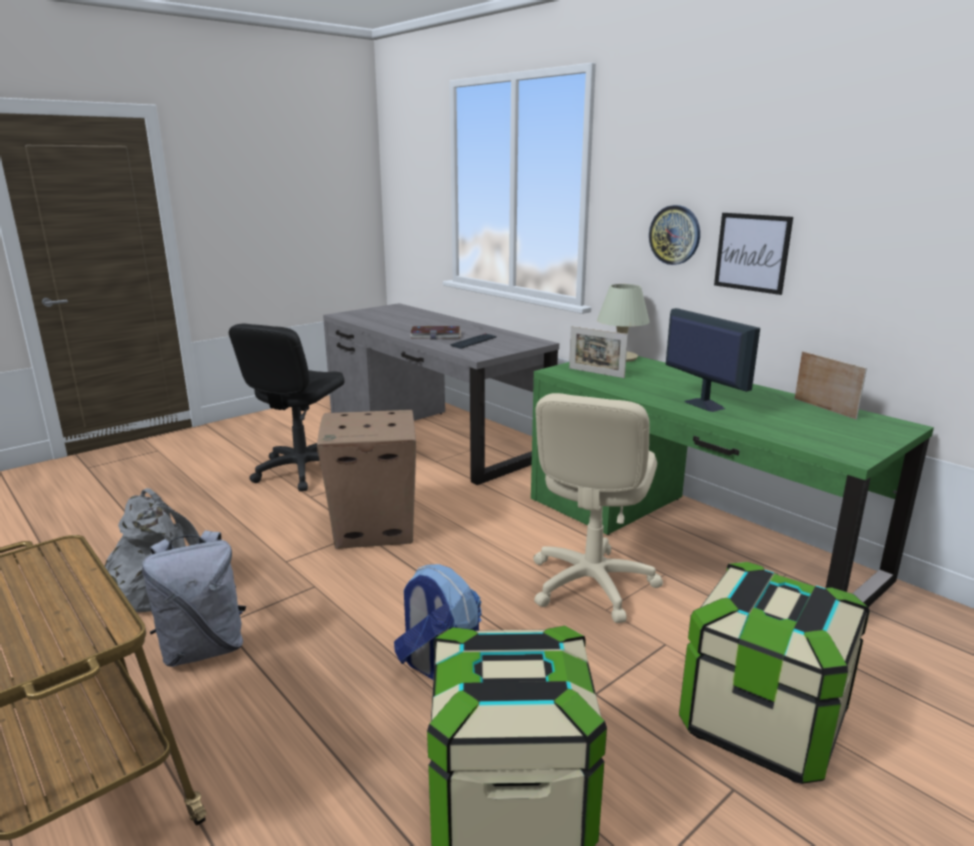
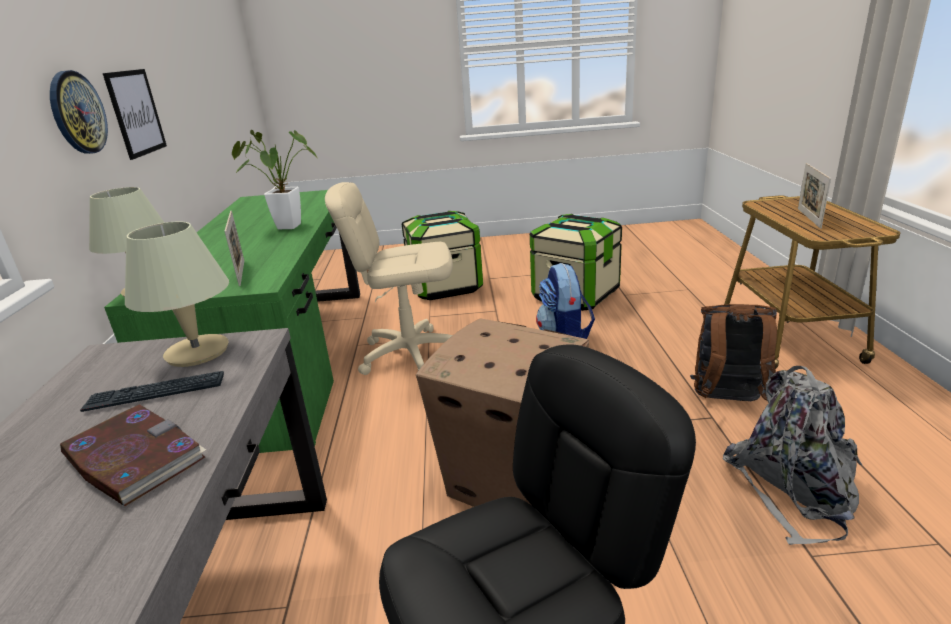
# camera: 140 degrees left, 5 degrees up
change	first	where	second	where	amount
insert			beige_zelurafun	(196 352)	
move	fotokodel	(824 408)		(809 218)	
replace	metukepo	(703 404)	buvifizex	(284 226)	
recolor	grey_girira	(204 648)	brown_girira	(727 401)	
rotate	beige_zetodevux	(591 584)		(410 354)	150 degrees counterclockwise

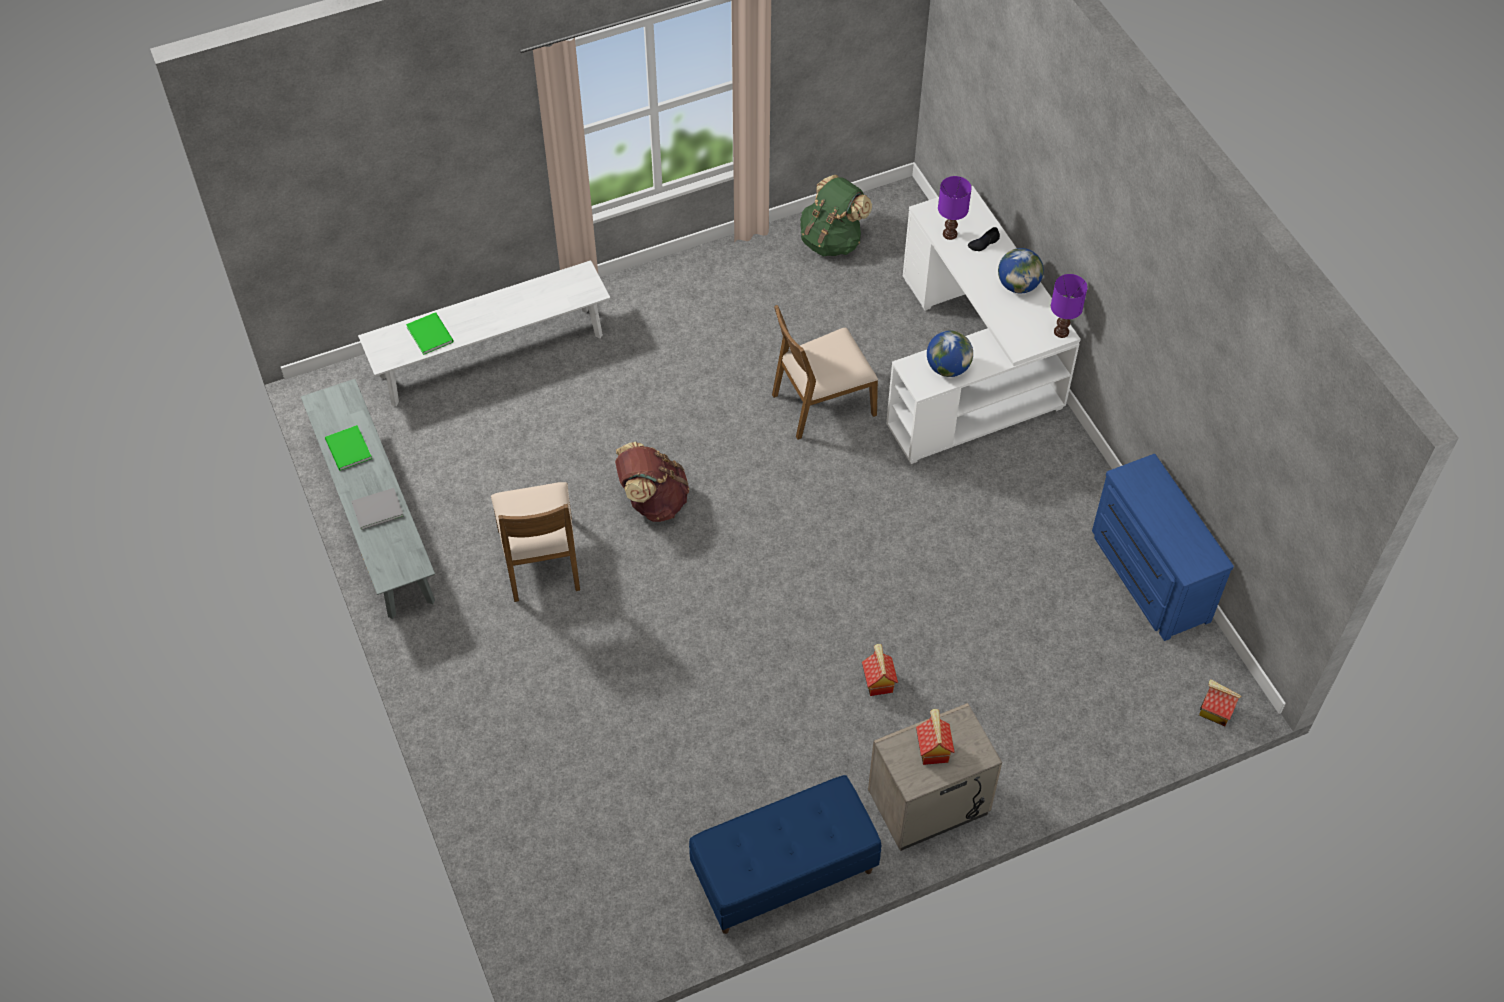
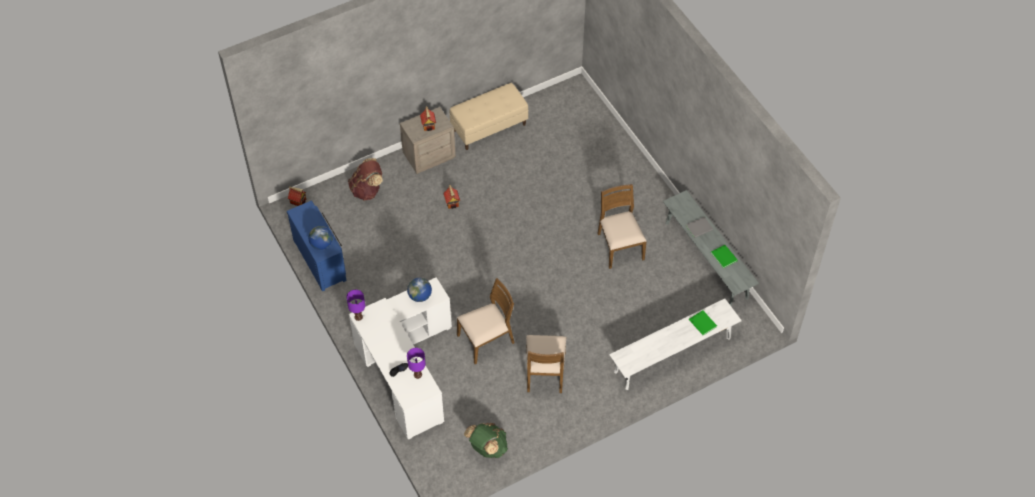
# camera: 175 degrees right, 0 degrees up
change	first	where	second	where	amount
insert			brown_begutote	(545 372)	
move	brown_girira	(653 501)		(367 190)	
move	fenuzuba	(1018 285)		(321 244)	
recolor	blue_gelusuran	(783 873)	beige_gelusuran	(489 127)	

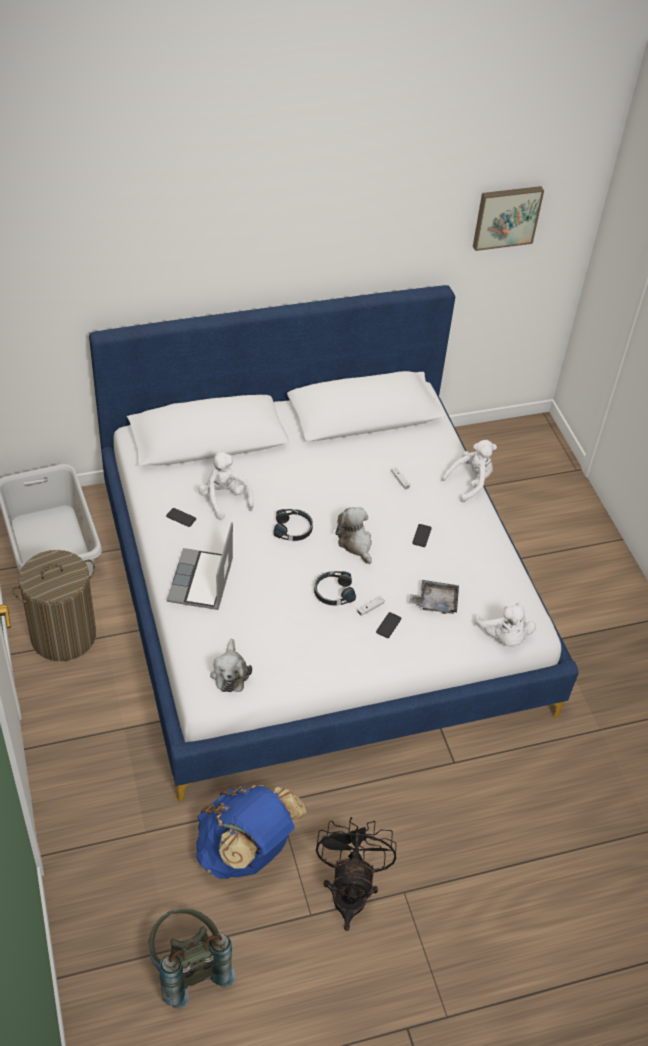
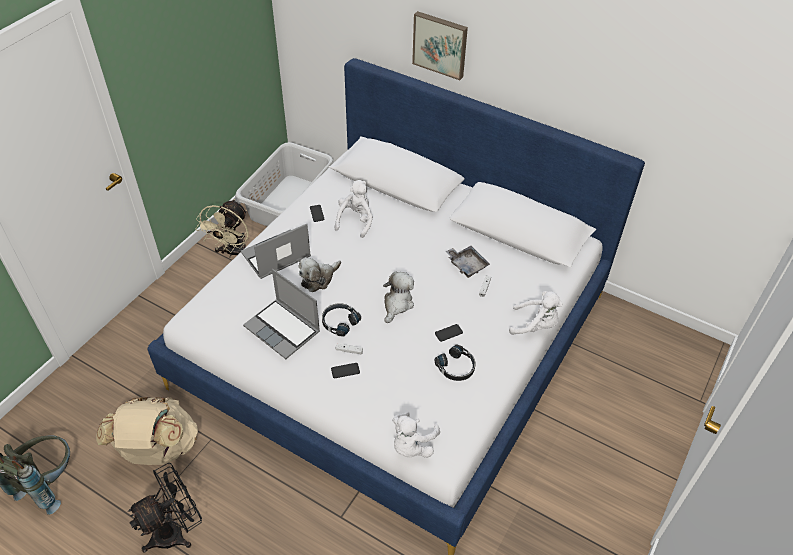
# camera: 50 degrees right, 0 degrees up
change	first	where	second	where	amount
insert			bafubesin	(283 329)	
move	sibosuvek	(230 673)		(318 279)	
move	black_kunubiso	(293 529)		(456 367)	
move	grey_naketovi	(435 602)		(467 265)	
move	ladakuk	(506 216)		(440 44)	
replace	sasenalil	(63 635)	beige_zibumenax	(232 253)	
recolor	blue_girira	(246 851)	beige_girira	(158 449)	

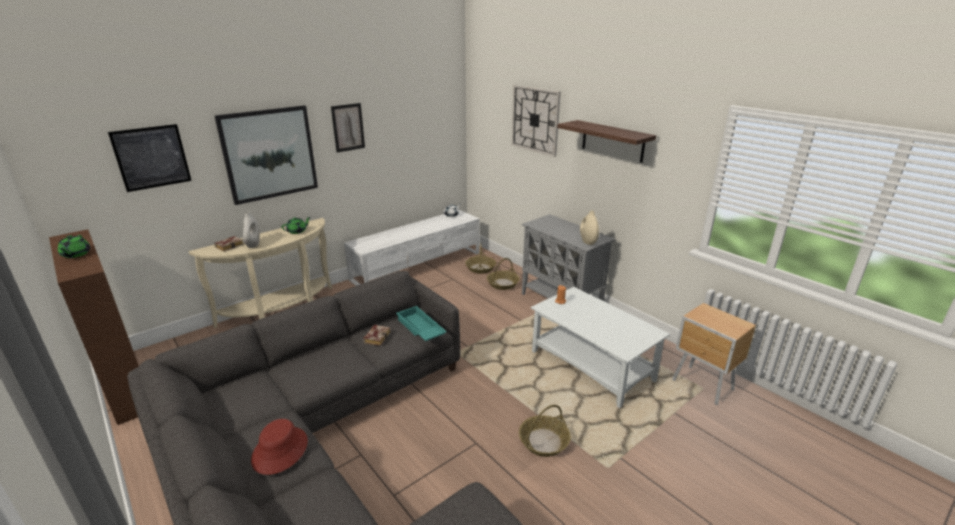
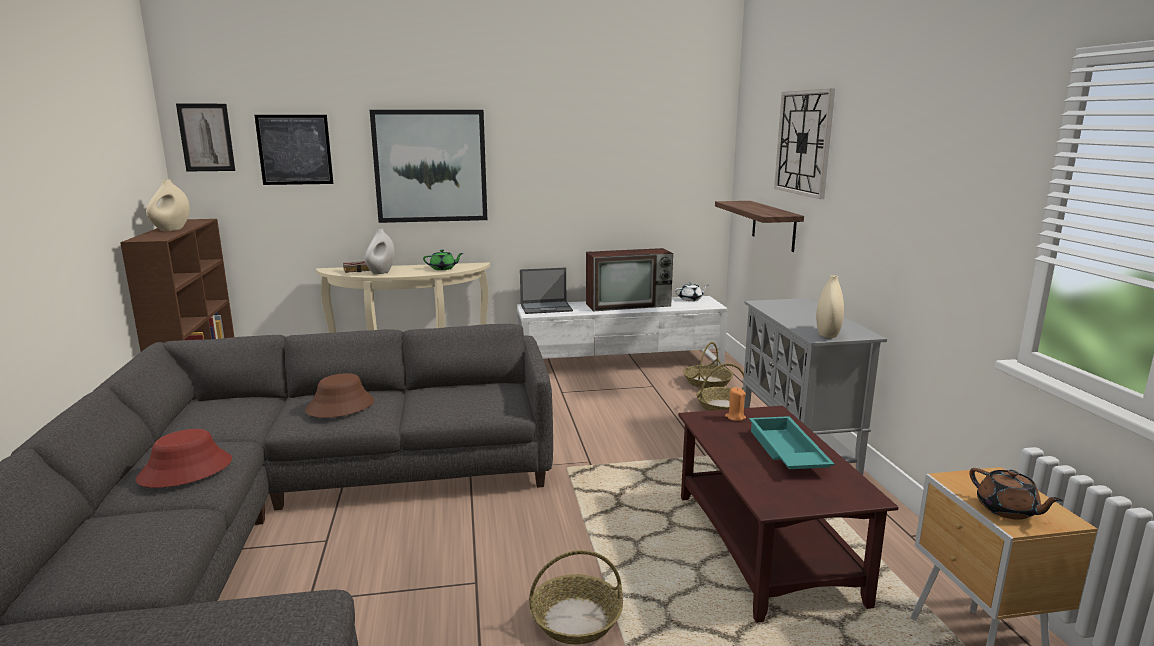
# camera: 30 degrees right, 10 degrees down
change	first	where	second	where	amount
delete	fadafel	(377 337)			
insert			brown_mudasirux	(340 406)	
insert			bafubesin	(546 307)	
insert			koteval	(629 305)	
insert			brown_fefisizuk	(1007 510)	
move	ladakuk	(348 127)		(206 137)	
move	turquoise_naketovi	(419 328)		(785 452)	
move	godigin	(612 141)		(773 225)	
replace	green_fefisizuk	(75 254)	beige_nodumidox	(171 229)	
recolor	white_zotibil	(590 366)	brown_zotibil	(763 546)	

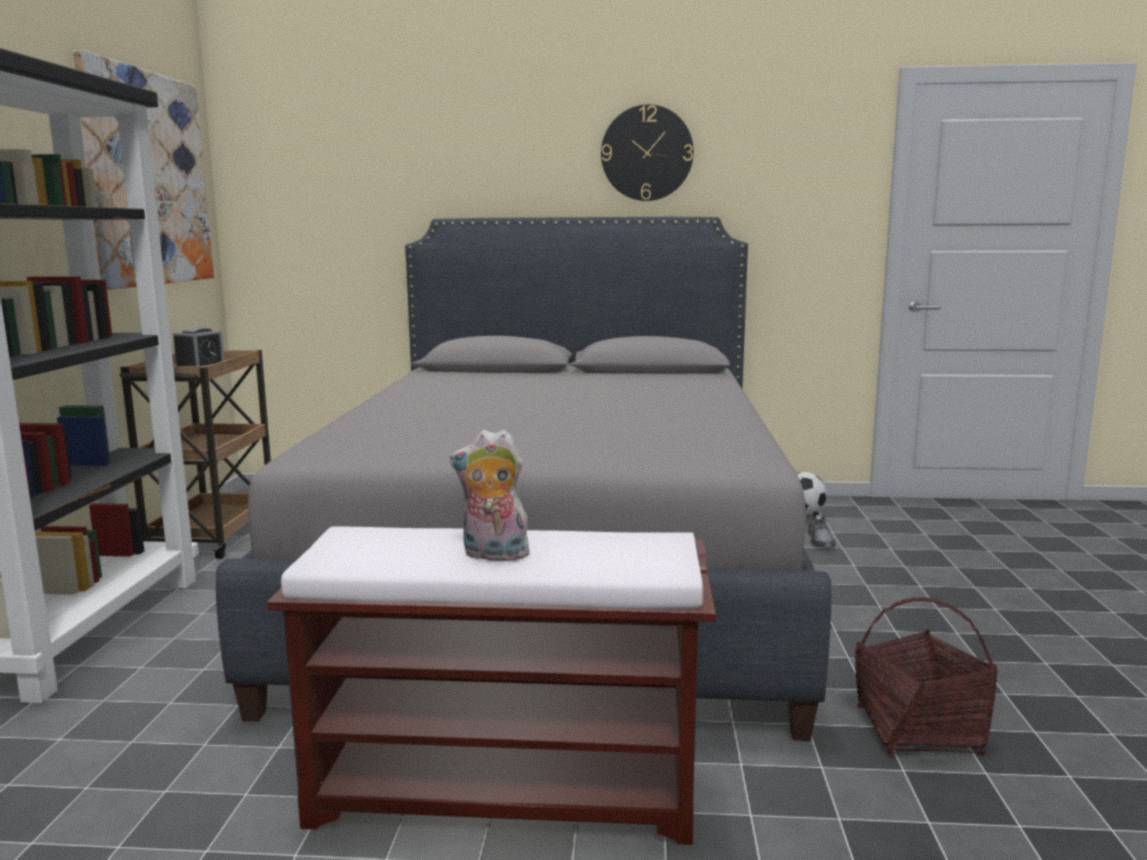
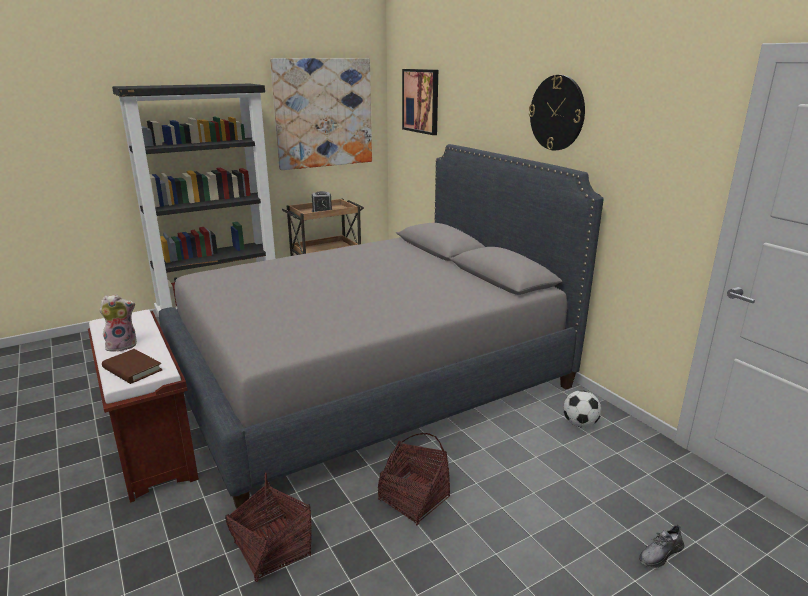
# camera: 55 degrees right, 10 degrees up
change	first	where	second	where	amount
insert			brown_fadafel	(132 369)	
insert			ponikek	(413 499)	
insert			ladakuk	(421 101)	
move	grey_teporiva	(819 541)		(660 554)	
rotate	sibosuvek	(493 555)		(123 345)	90 degrees clockwise

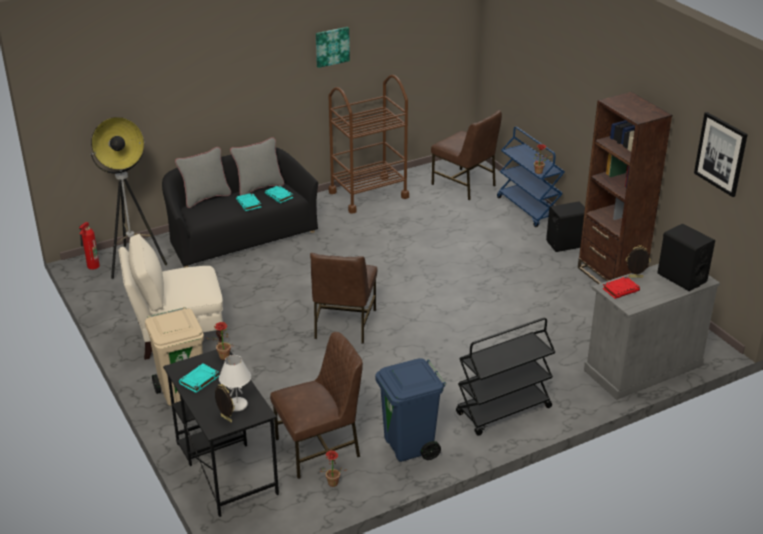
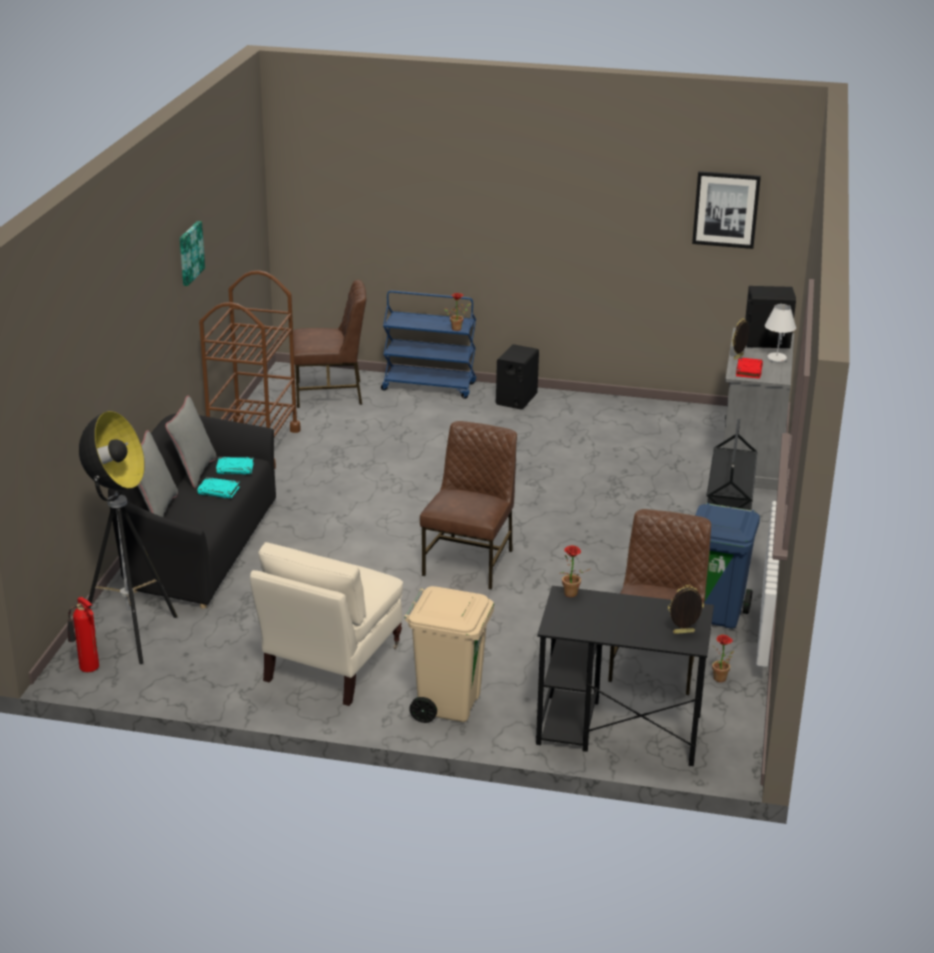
# camera: 50 degrees left, 5 degrees down
change	first	where	second	where	amount
delete	turquoise_fadafel	(199 380)			
delete	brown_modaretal	(610 276)			
move	white_zelurafun	(237 405)		(776 358)	
rotate	brown_begutote	(343 324)		(470 562)	120 degrees counterclockwise

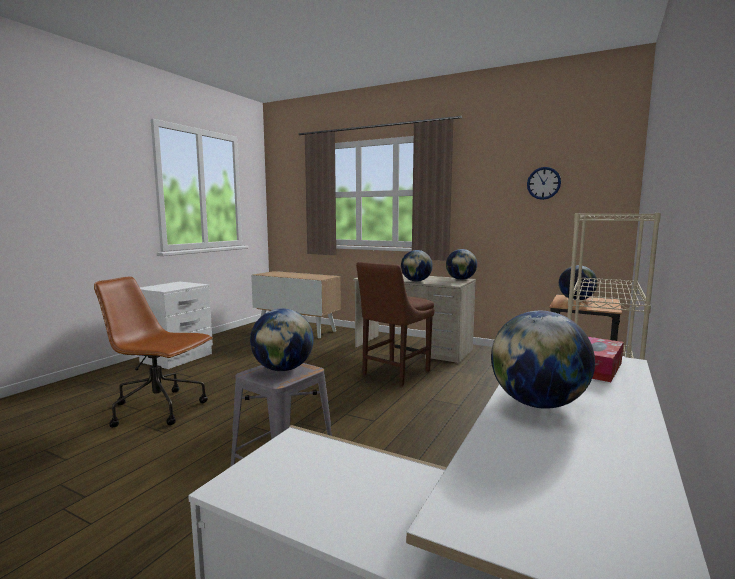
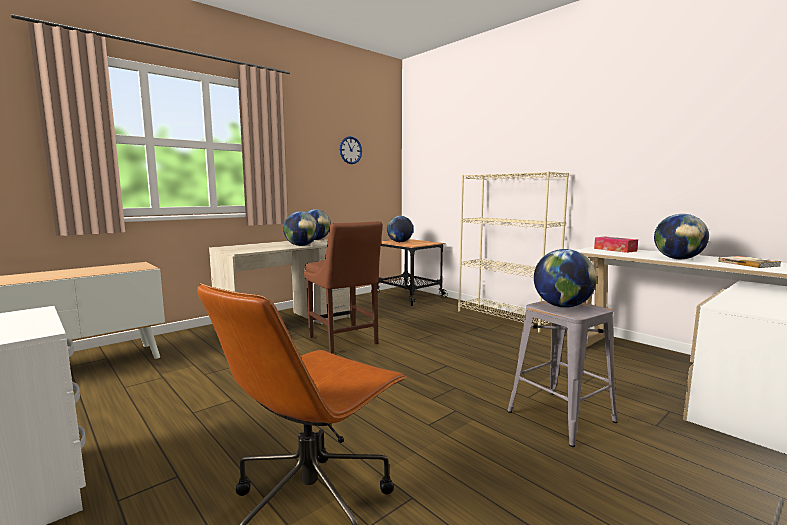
# camera: 70 degrees left, 0 degrees up
change	first	where	second	where	amount
insert			fadafel	(748 263)	

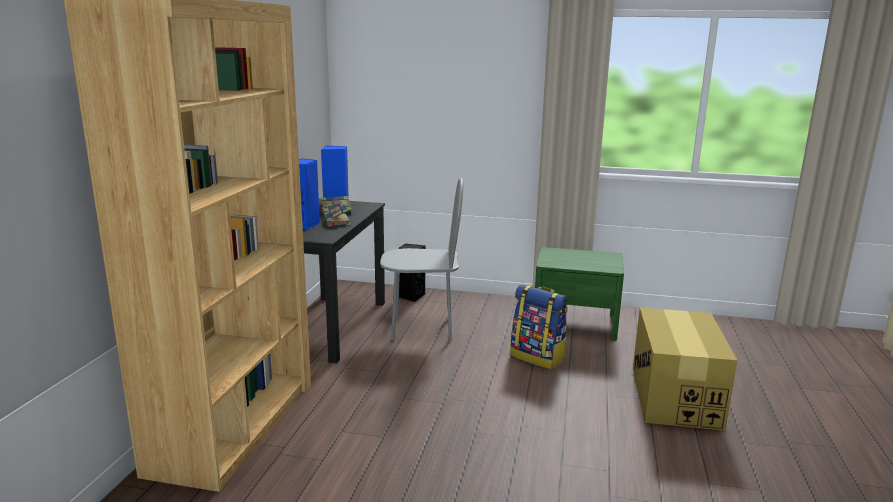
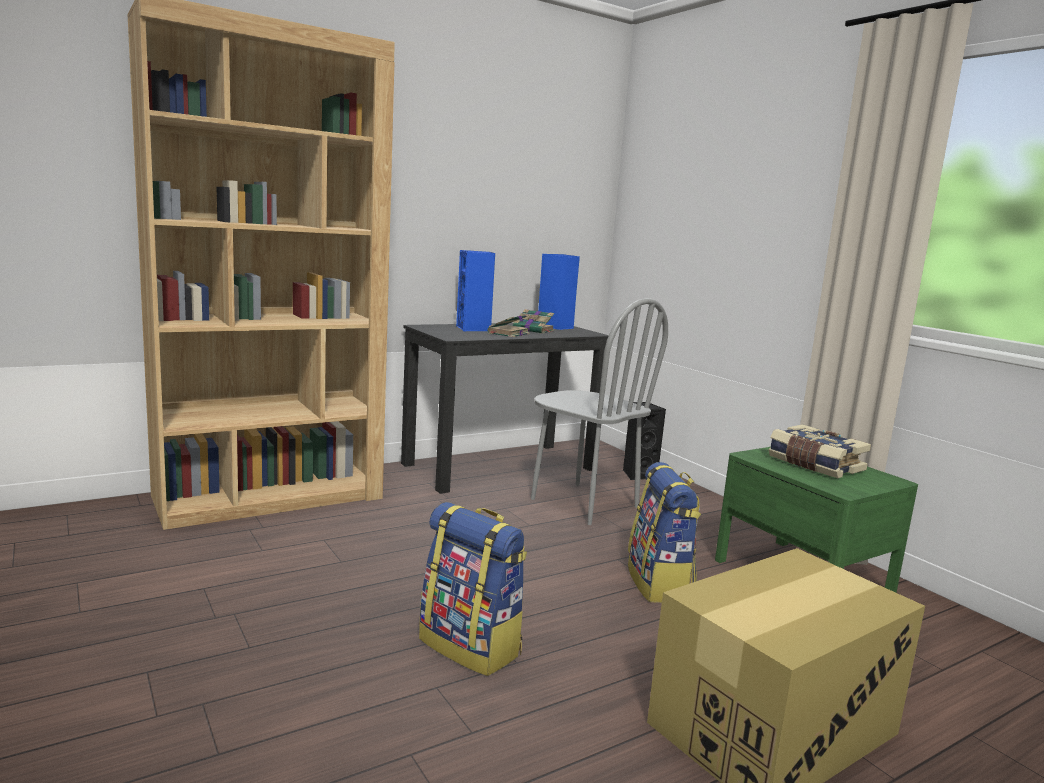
# camera: 45 degrees right, 5 degrees down
change	first	where	second	where	amount
insert			girira	(472 646)	
insert			fadafel	(814 465)	

